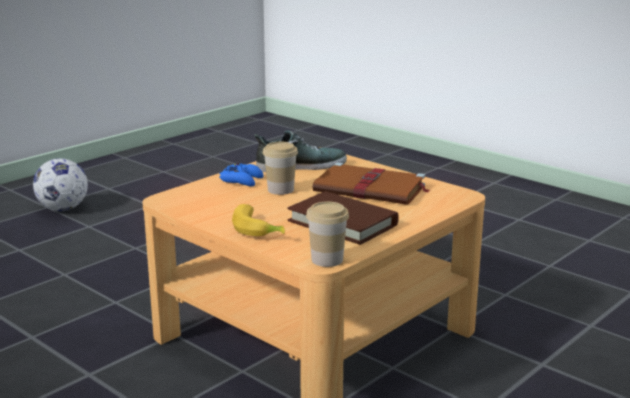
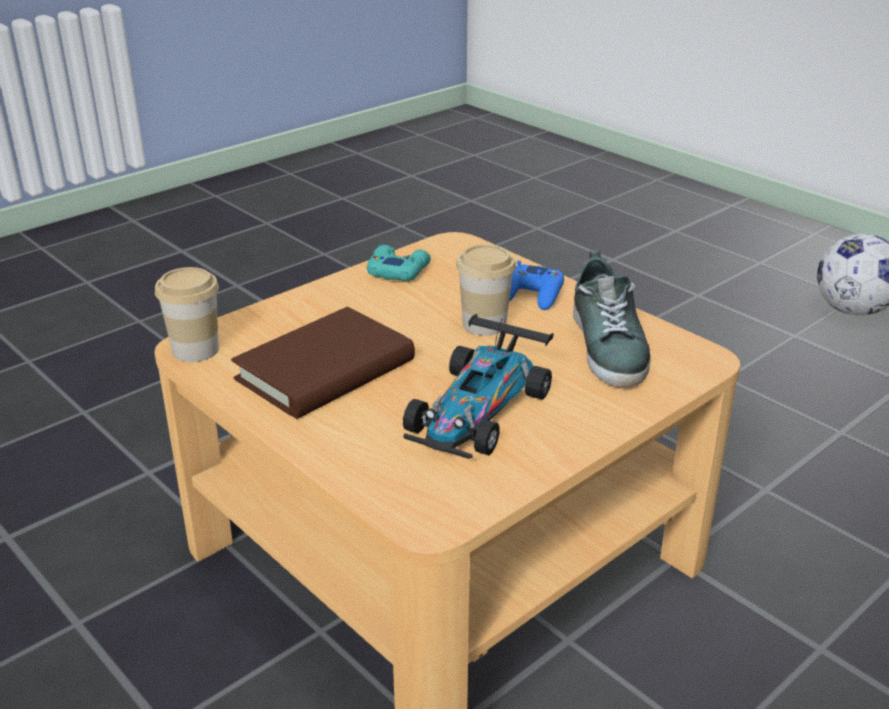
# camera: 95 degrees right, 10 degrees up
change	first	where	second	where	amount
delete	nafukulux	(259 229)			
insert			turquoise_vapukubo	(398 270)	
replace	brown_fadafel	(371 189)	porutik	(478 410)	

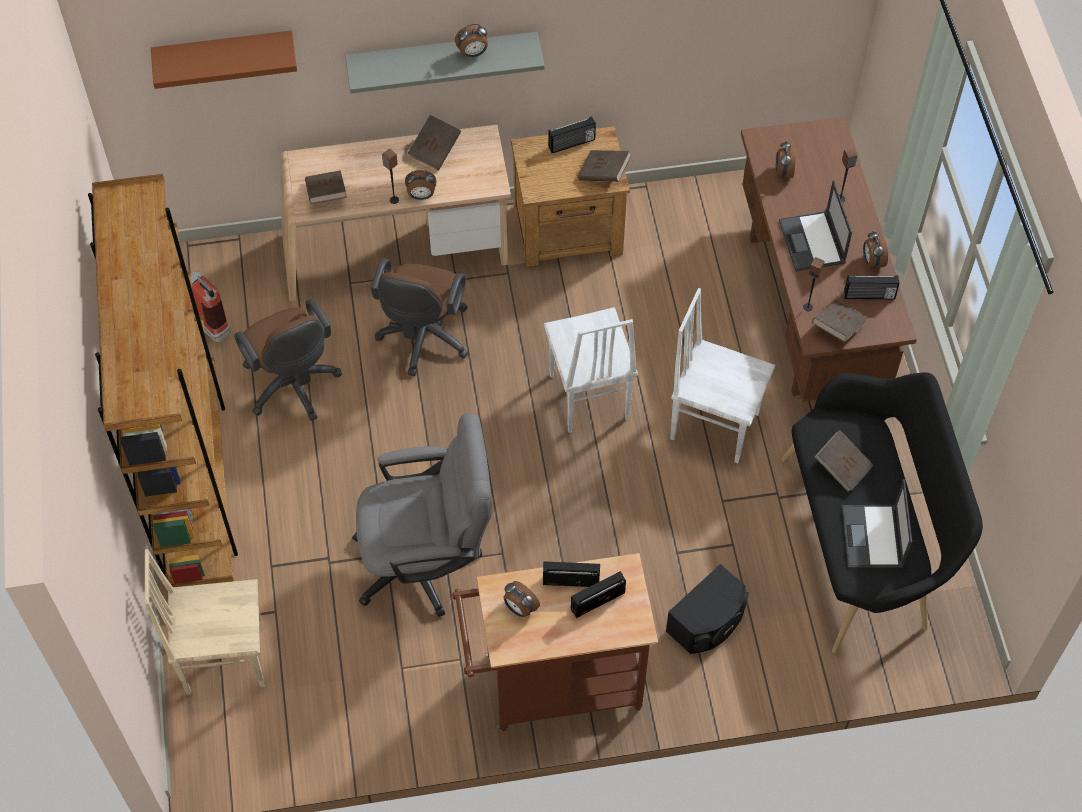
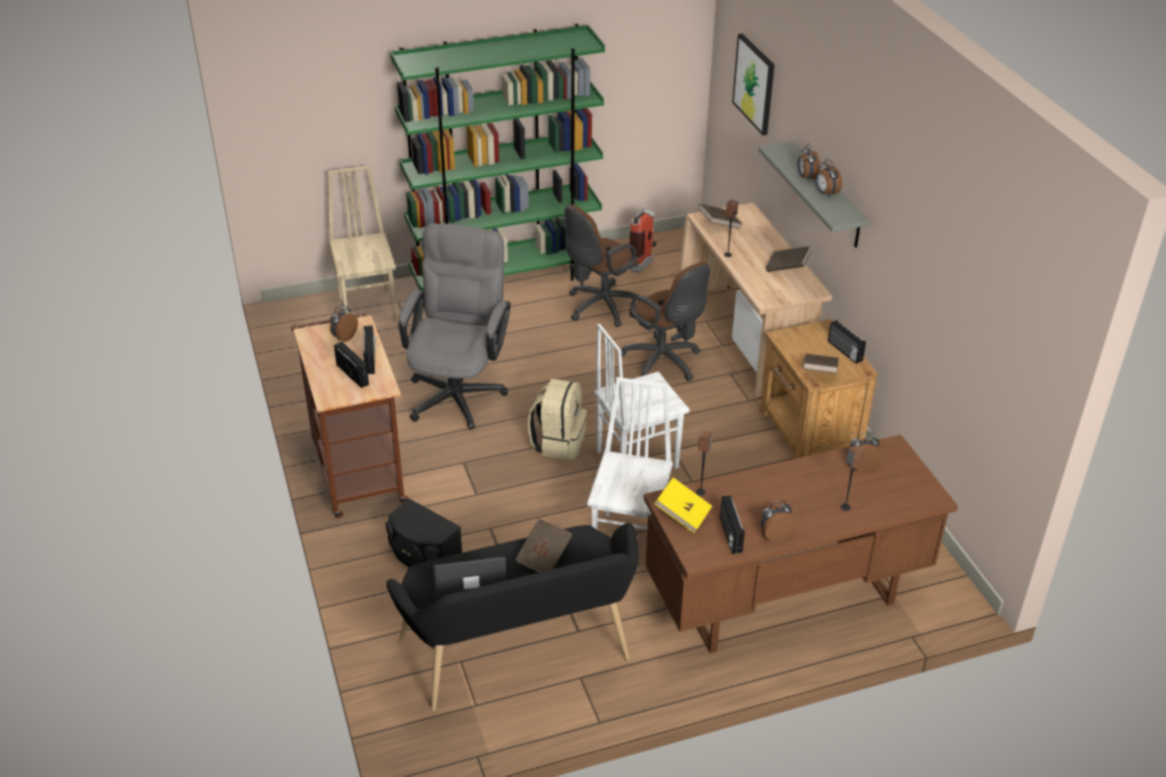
# camera: 80 degrees right, 20 degrees down
change	first	where	second	where	amount
delete	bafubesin	(812 242)			
insert			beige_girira	(558 442)	
move	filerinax	(421 196)		(806 177)	
replace	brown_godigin	(224 54)	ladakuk	(754 83)	
recolor	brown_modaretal	(195 484)	green_modaretal	(506 277)	
recolor	brown_fadafel	(837 327)	yellow_fadafel	(682 514)	
rotate	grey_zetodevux	(428 562)		(459 390)	150 degrees counterclockwise
rotate	brown_zetodevux	(423 340)		(664 363)	135 degrees counterclockwise

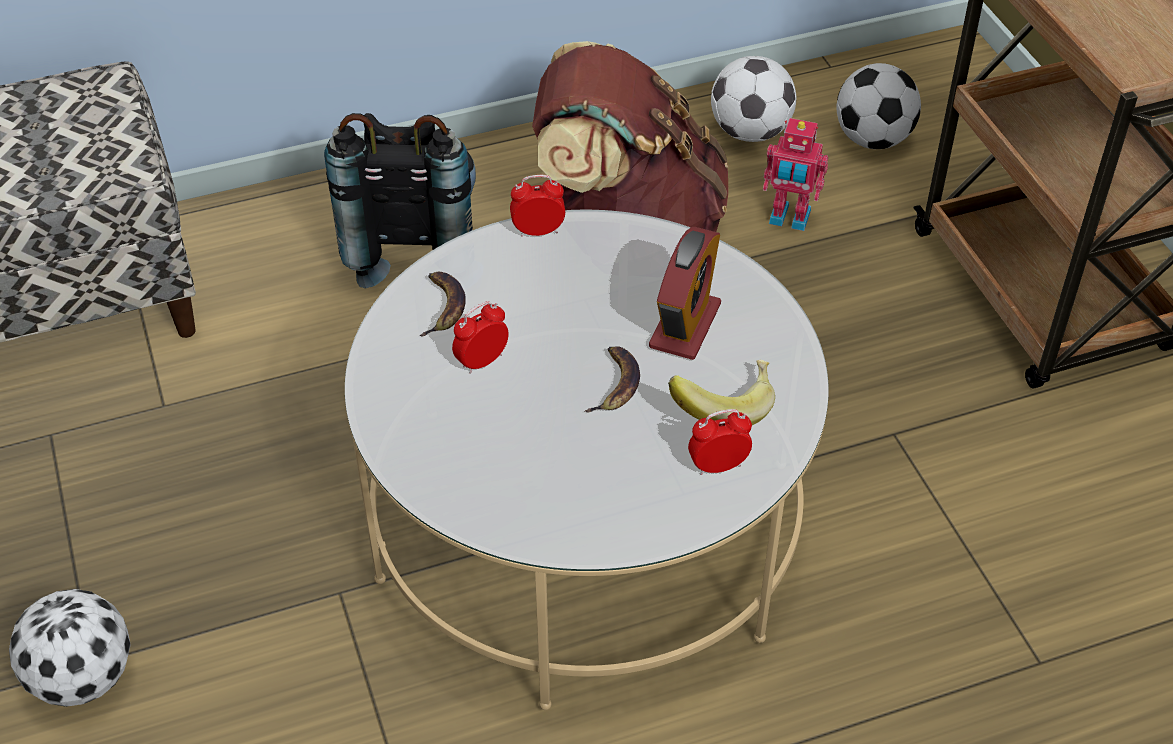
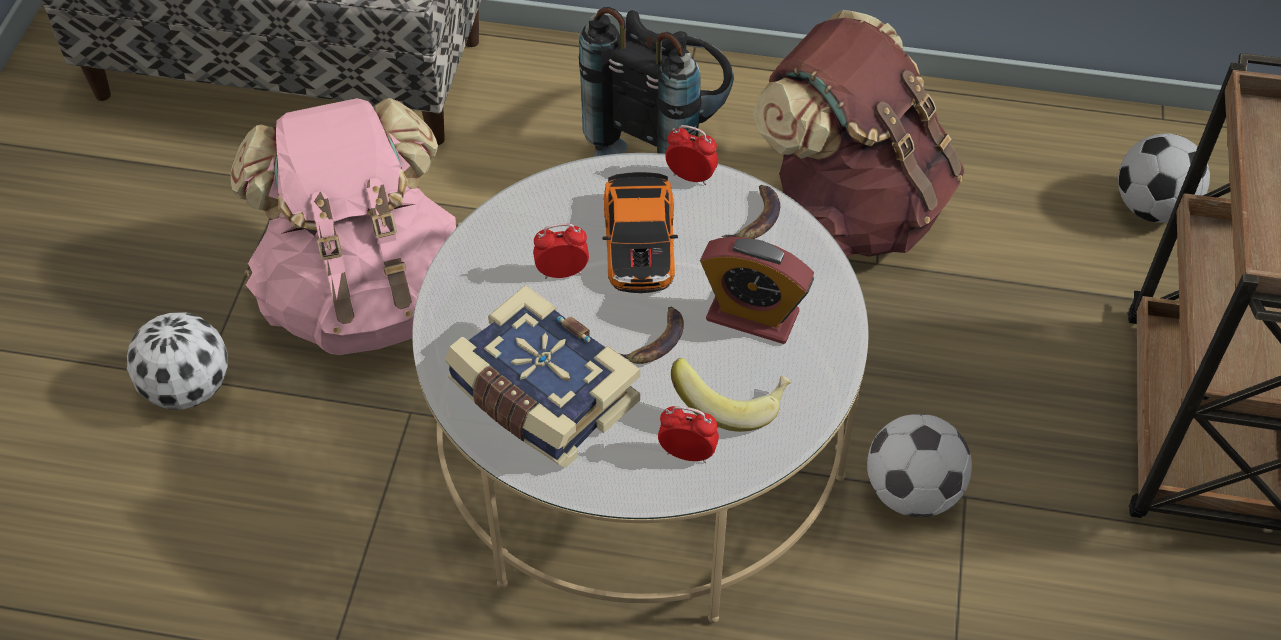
# camera: 30 degrees right, 5 degrees up
change	first	where	second	where	amount
delete	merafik	(789 219)			
insert			pink_girira	(365 295)	
insert			fadafel	(541 397)	
insert			porutik	(641 242)	
move	nafukulux	(442 306)		(756 218)	
move	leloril	(750 132)		(912 492)	
rotate	filerinax	(685 326)		(752 316)	60 degrees clockwise

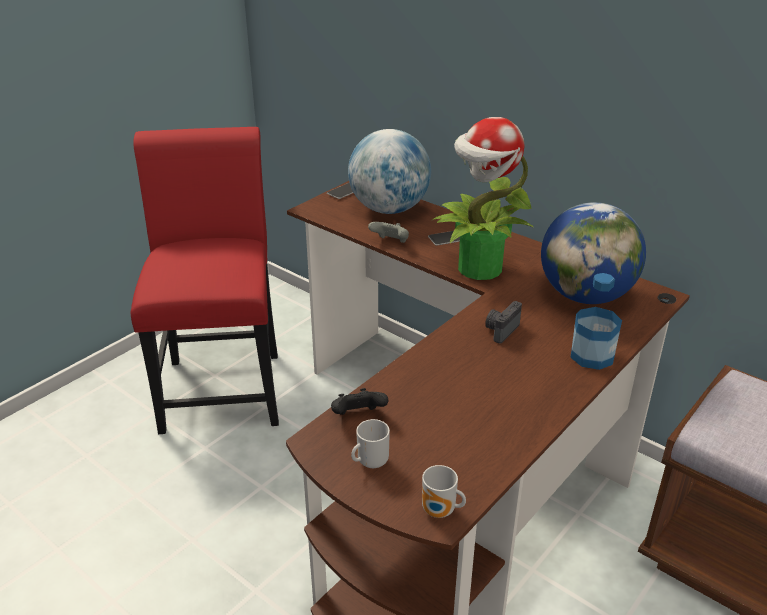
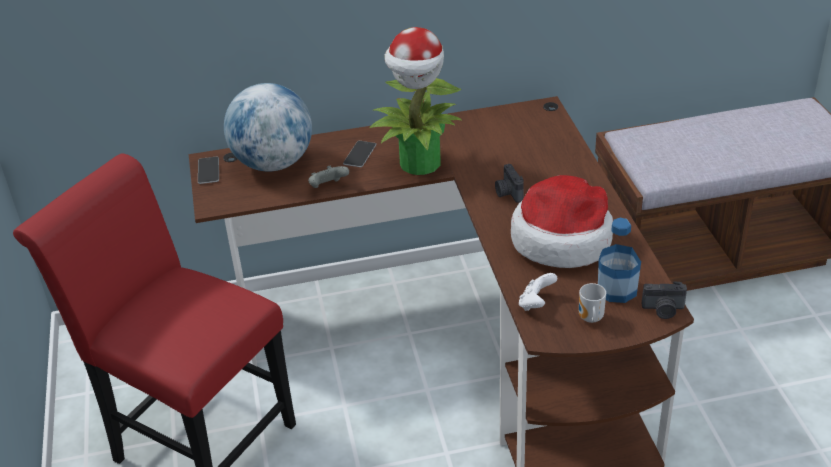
# camera: 50 degrees left, 5 degrees up
change	first	where	second	where	amount
delete	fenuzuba	(585 296)			
insert			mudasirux	(562 239)	
move	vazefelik	(592 356)		(617 289)	
replace	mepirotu	(440 512)	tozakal	(663 310)	
recolor	black_vapukubo	(358 416)	white_vapukubo	(536 303)	

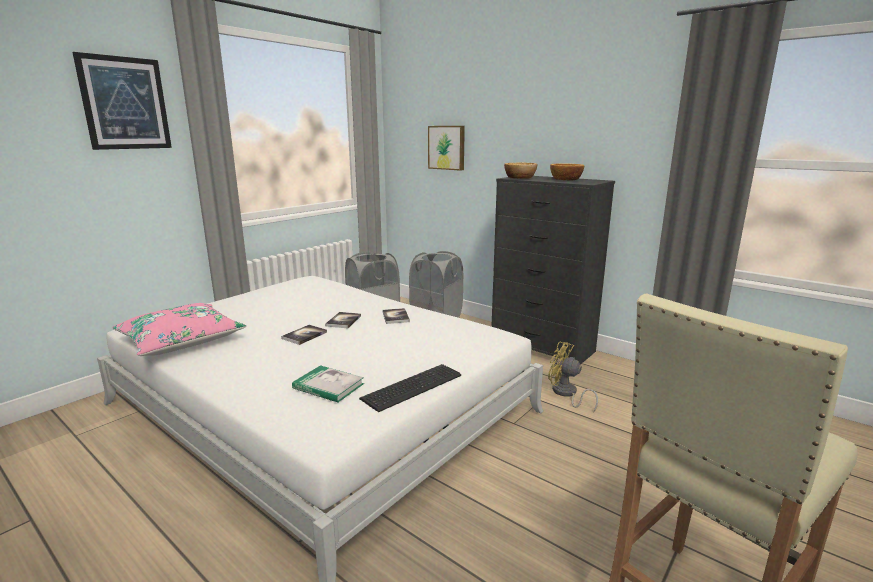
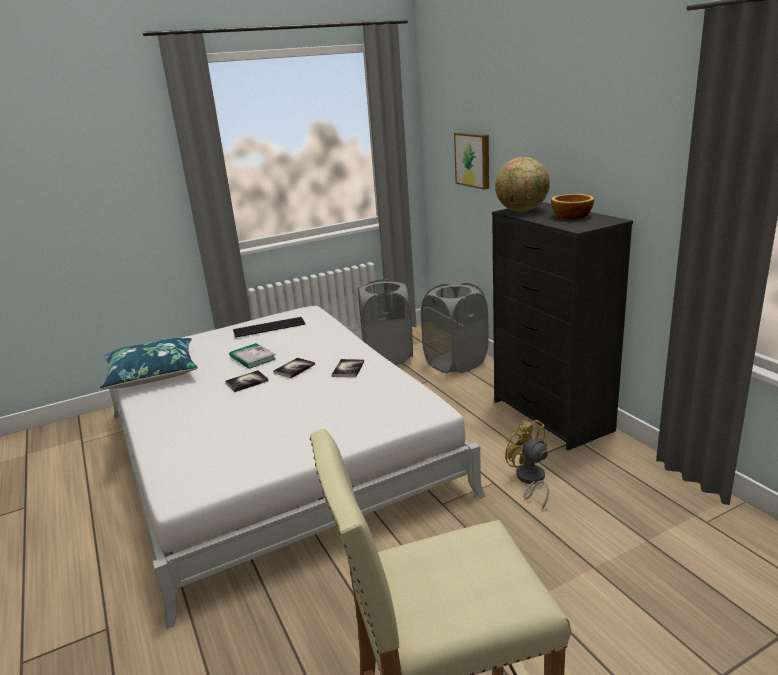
# camera: 25 degrees right, 5 degrees up
change	first	where	second	where	amount
delete	ladakuk	(125 103)			
move	fadafel	(328 386)		(252 358)	
move	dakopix	(410 386)		(268 327)	
replace	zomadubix	(520 178)	fenuzuba	(522 211)	
recolor	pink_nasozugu	(181 341)	blue_nasozugu	(152 374)	

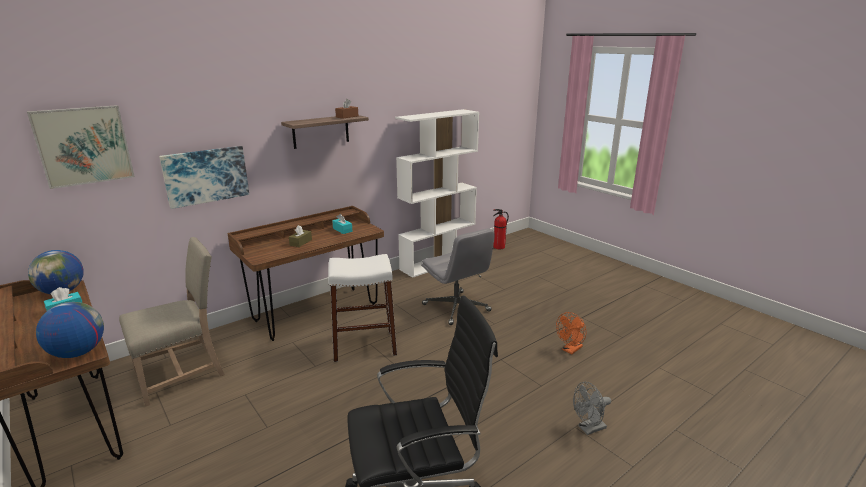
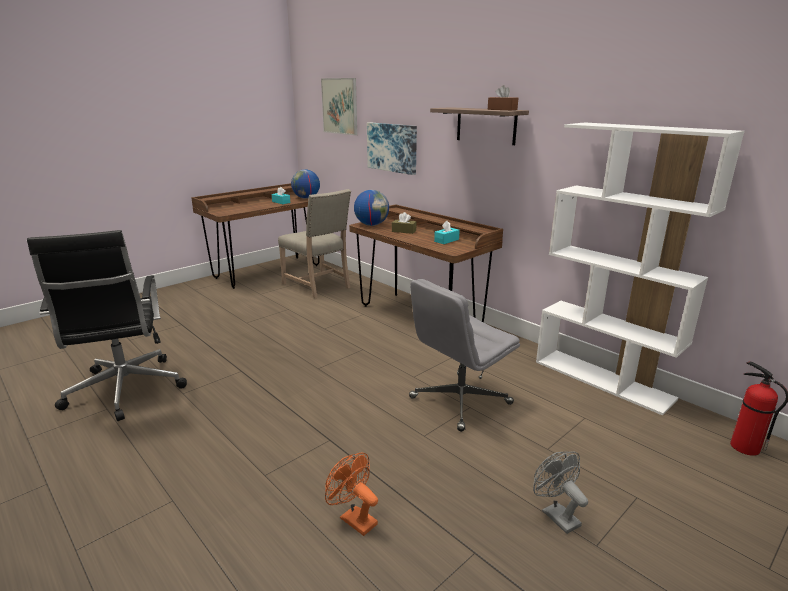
# camera: 85 degrees right, 0 degrees up
change	first	where	second	where	amount
delete	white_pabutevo	(364 346)			
move	fenuzuba	(78 353)		(371 225)	
move	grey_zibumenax	(589 429)		(556 515)	

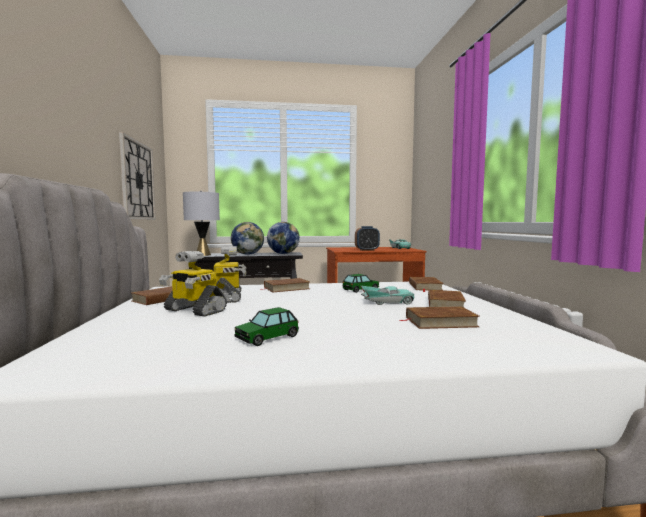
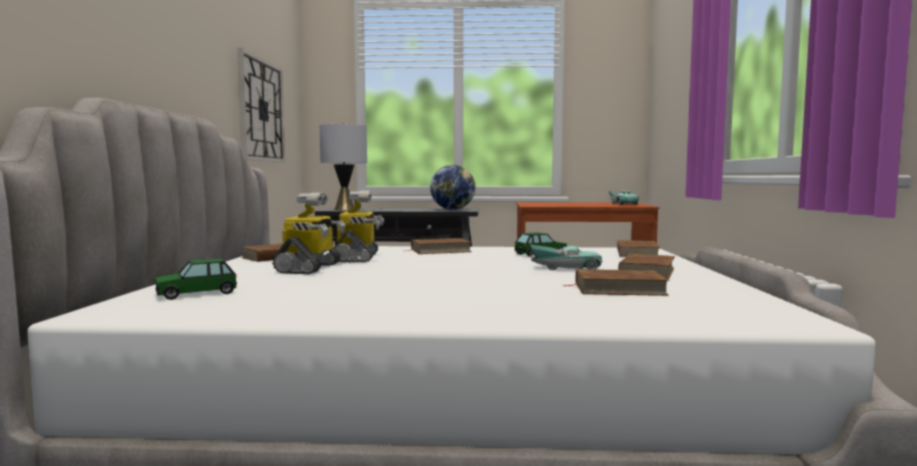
# camera: 10 degrees right, 0 degrees up
change	first	where	second	where	amount
delete	fenuzuba	(248 254)			
delete	filerinax	(367 250)			
move	porutik	(267 337)		(196 293)	
rotate	merafik	(194 311)		(310 268)	120 degrees counterclockwise

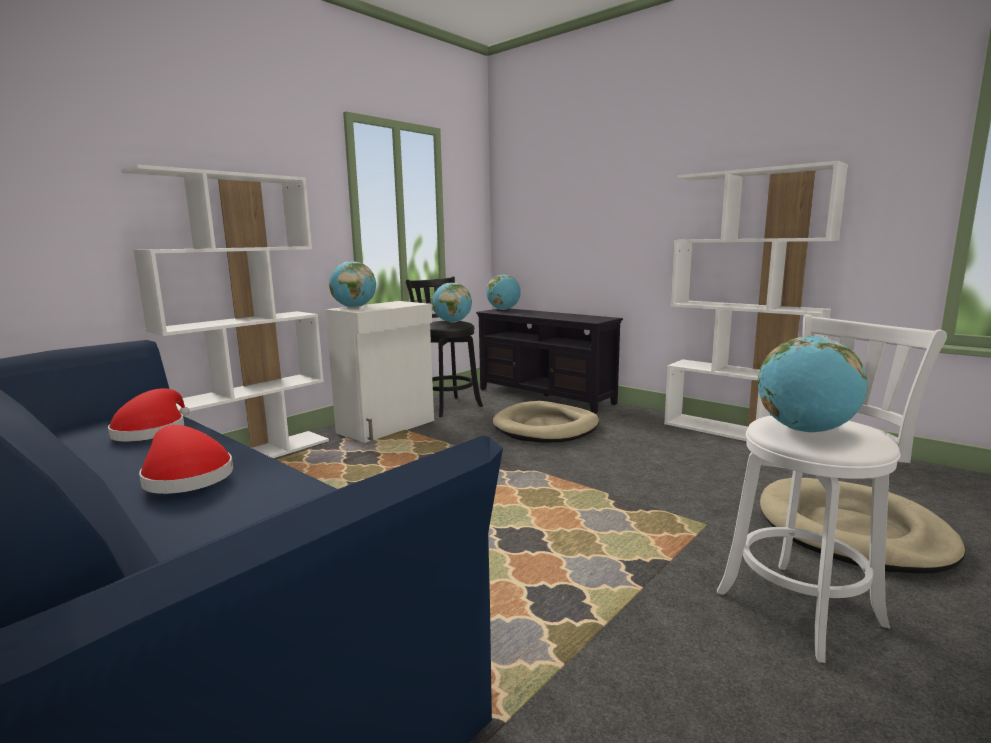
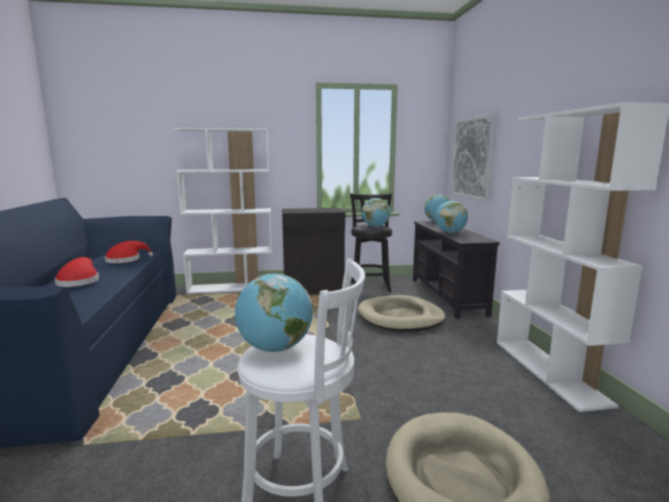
# camera: 40 degrees right, 0 degrees up
change	first	where	second	where	amount
insert			ladakuk	(473 158)	
move	fenuzuba	(354 307)		(450 232)	
recolor	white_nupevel	(388 427)	black_nupevel	(314 290)	

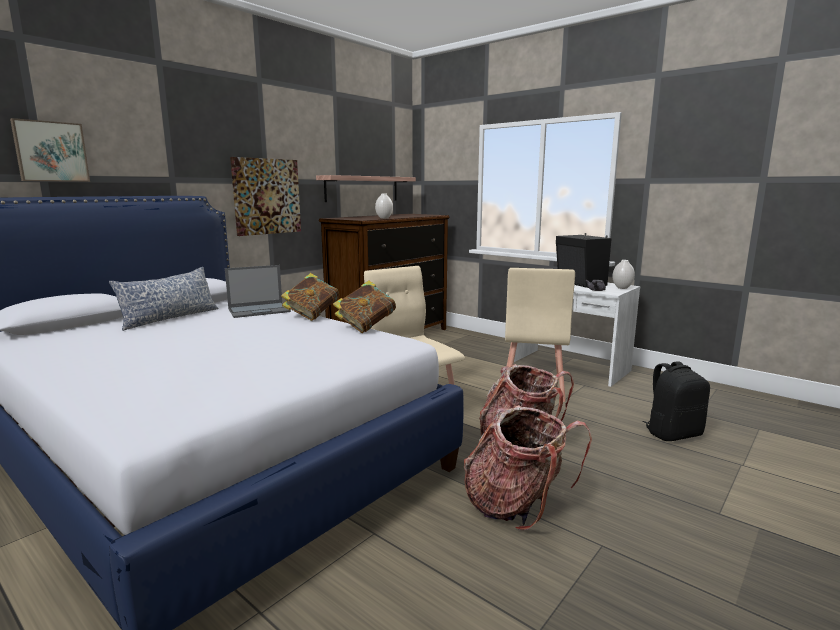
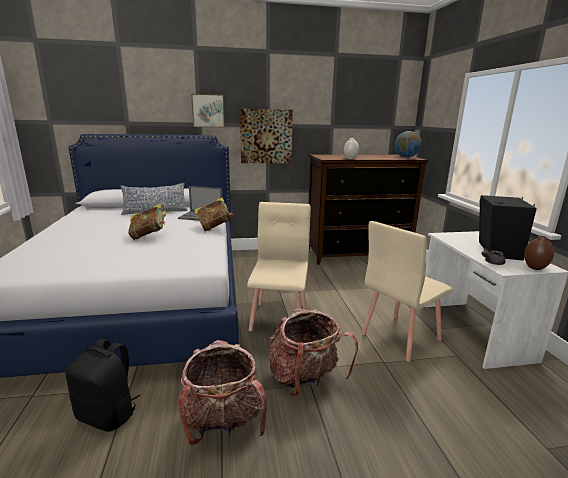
# camera: 40 degrees right, 5 degrees up
change	first	where	second	where	amount
delete	godigin	(362 189)			
insert			fenuzuba	(406 157)	
move	ladakuk	(51 152)		(208 111)	
move	fadafel	(366 327)		(149 236)	
move	black_girira	(673 434)		(108 414)	
recolor	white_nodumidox	(622 288)	brown_nodumidox	(534 268)	

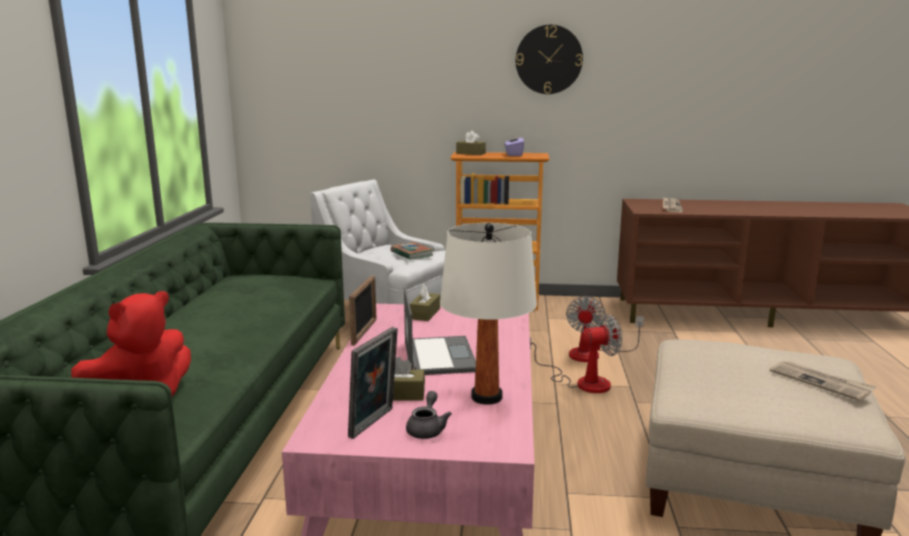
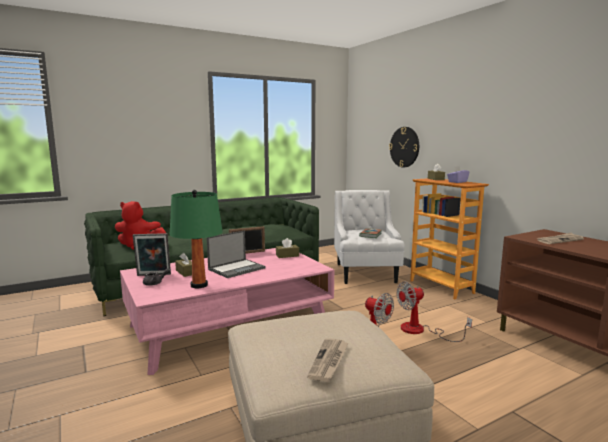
# camera: 55 degrees right, 5 degrees down
change	first	where	second	where	amount
move	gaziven	(548 59)		(404 147)	
recolor	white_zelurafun	(486 397)	green_zelurafun	(199 285)	

